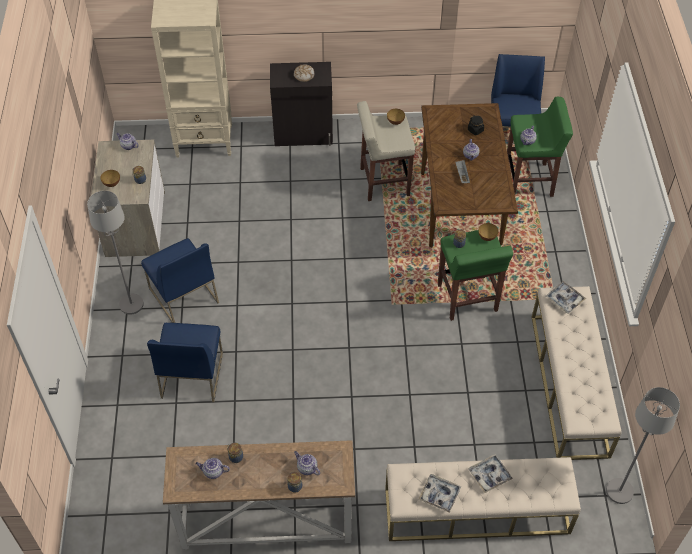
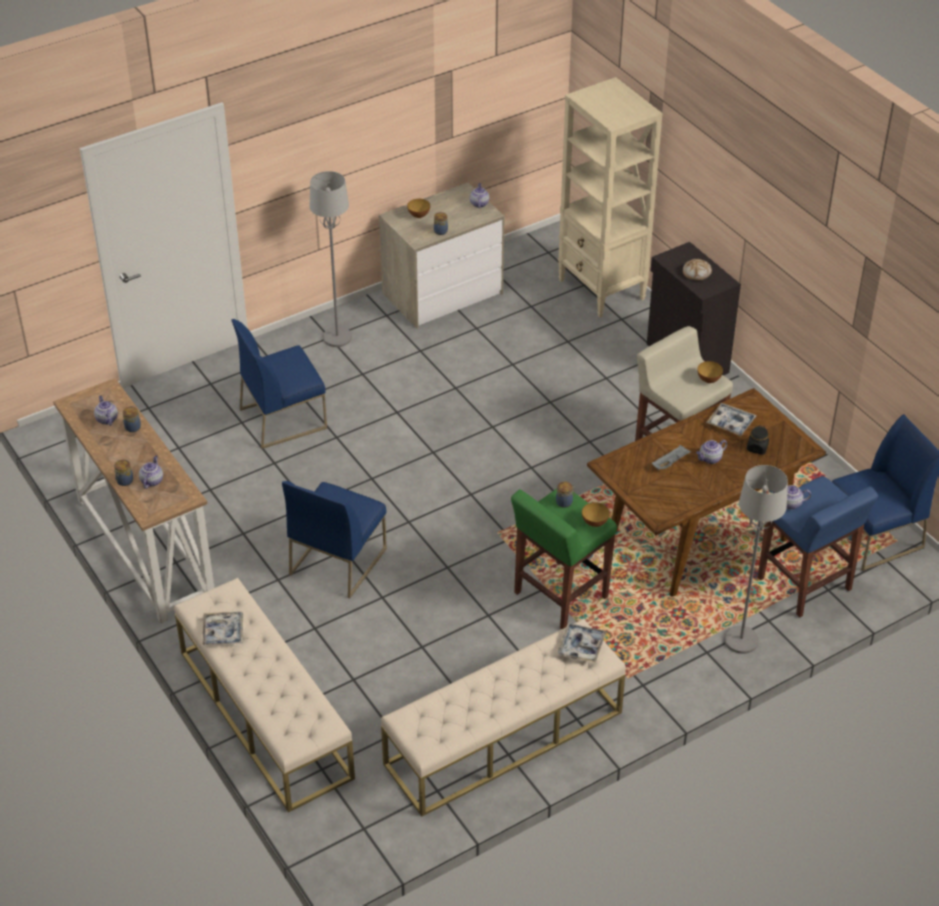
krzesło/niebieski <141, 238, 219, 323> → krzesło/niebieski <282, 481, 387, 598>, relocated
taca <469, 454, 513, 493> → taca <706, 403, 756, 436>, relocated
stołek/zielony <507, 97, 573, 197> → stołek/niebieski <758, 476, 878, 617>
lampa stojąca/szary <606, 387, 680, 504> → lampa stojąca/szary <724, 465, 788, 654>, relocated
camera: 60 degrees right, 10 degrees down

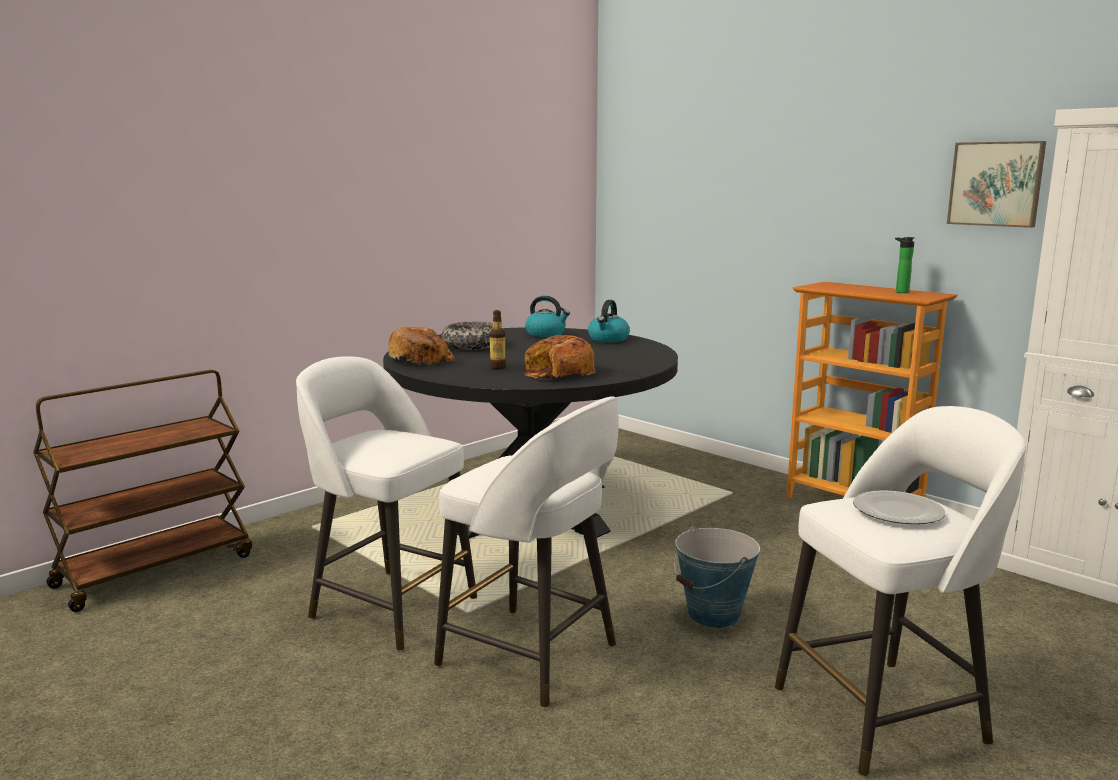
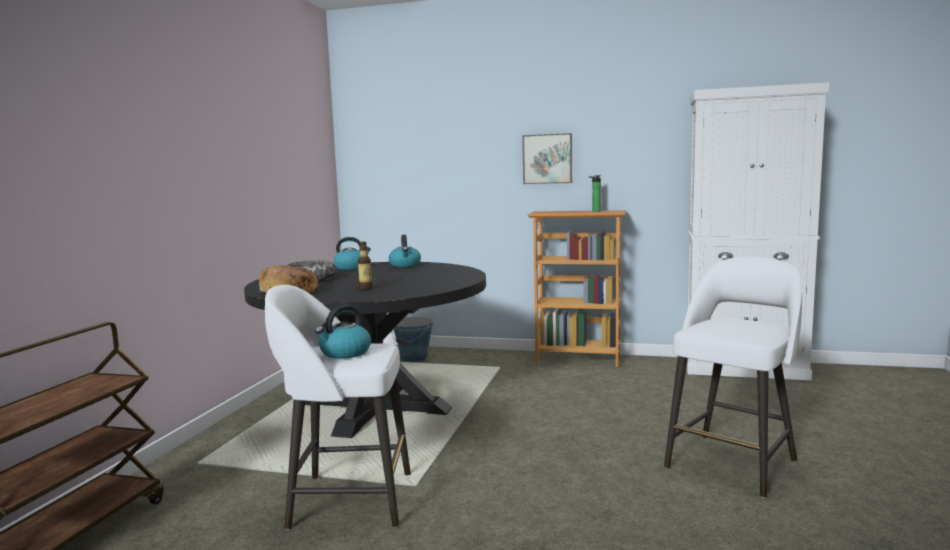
stołek/biały <434, 396, 619, 708> → -
chleb <523, 335, 596, 379> → -
wiadro <674, 526, 760, 628> → wiadro <392, 317, 433, 362>, relocated
talerz <853, 490, 945, 524> → -
obraz <947, 141, 1046, 228> → obraz <522, 133, 572, 184>, relocated
- → czajnik <315, 305, 371, 359>
camera: 30 degrees left, 5 degrees down

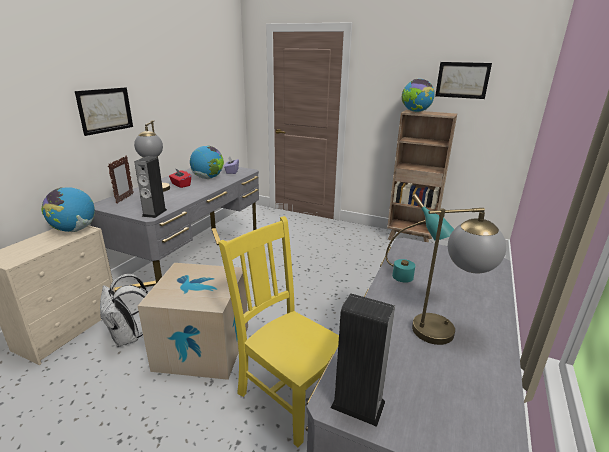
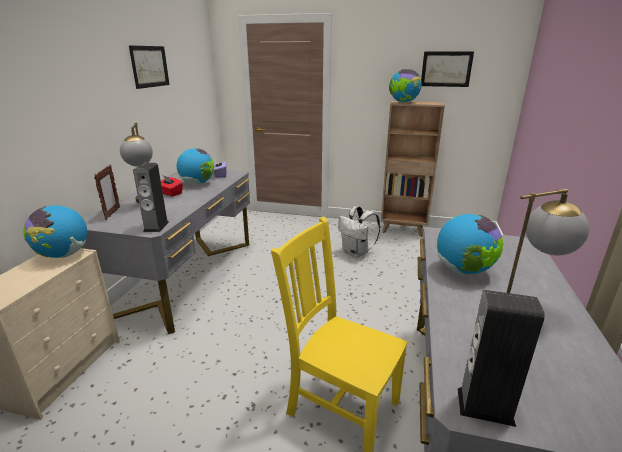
obraz <75, 87, 133, 136> → obraz <129, 45, 169, 89>, relocated
plecak/biały <100, 274, 148, 347> → plecak/biały <338, 206, 380, 257>, relocated
karton <138, 263, 248, 380> → -
lampa stołowa/turkusowy <386, 194, 454, 283> → globus <437, 214, 503, 274>
camera: 10 degrees left, 0 degrees up

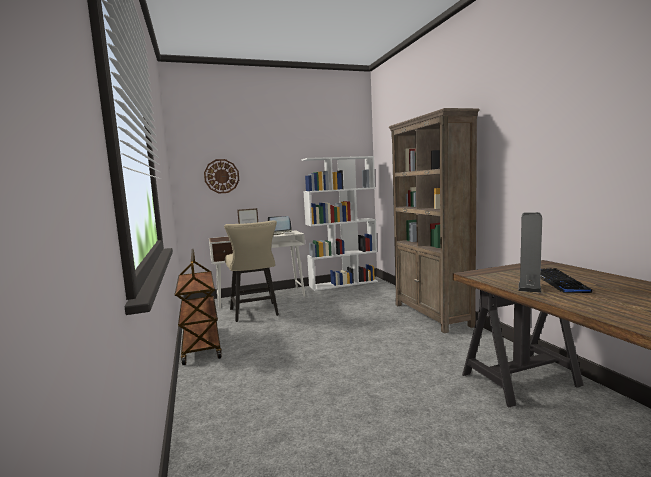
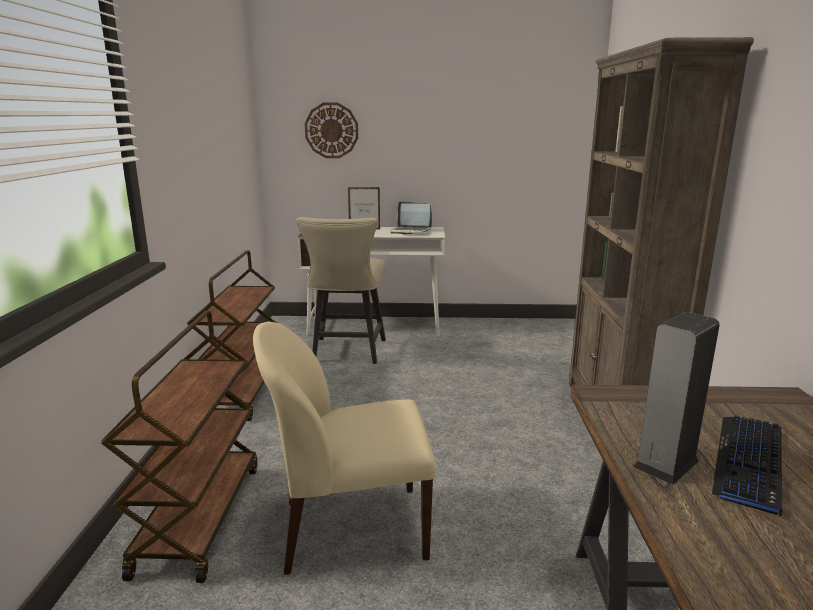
regał/biały <302, 156, 378, 291> → -
- → wózek/brązowy <101, 311, 258, 583>
- → krzesło/beżowy <253, 322, 436, 575>
camera: 20 degrees right, 10 degrees up

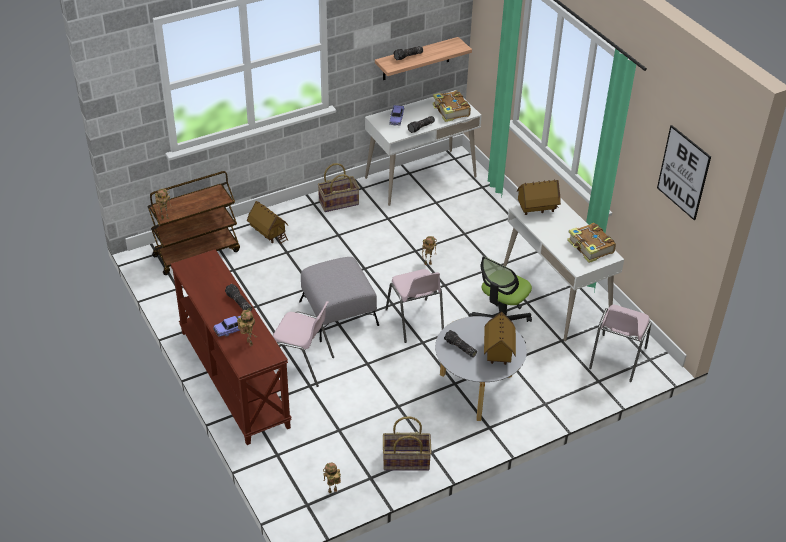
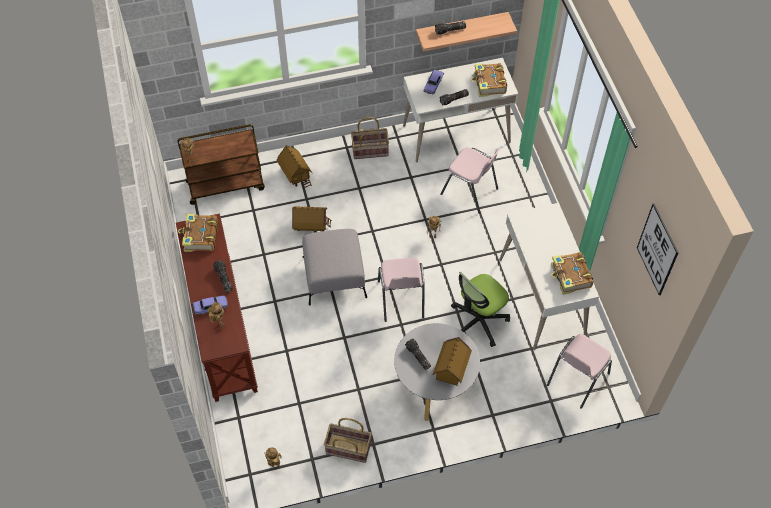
krzesło/różowy <273, 301, 334, 387> → krzesło/różowy <440, 147, 500, 214>, relocated
domek <517, 179, 561, 215> → domek <292, 206, 332, 232>, relocated
- → książka <178, 214, 218, 252>
camera: 15 degrees right, 15 degrees up

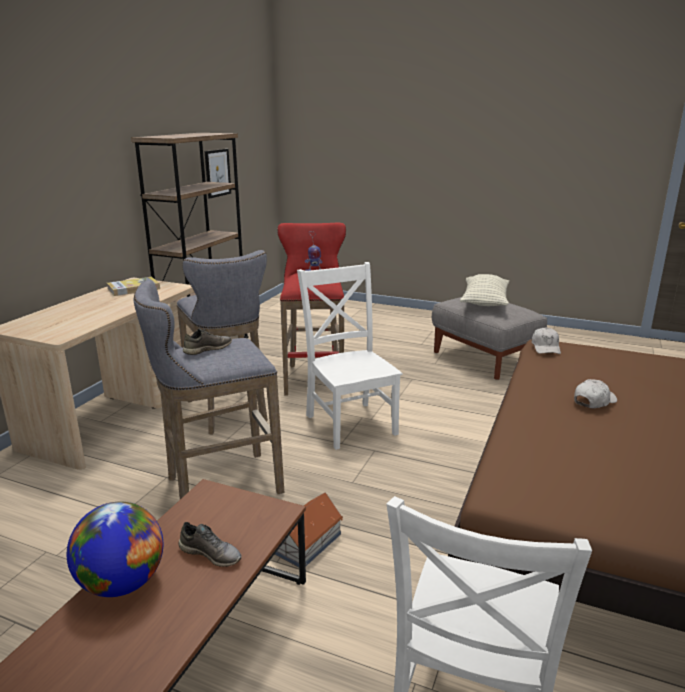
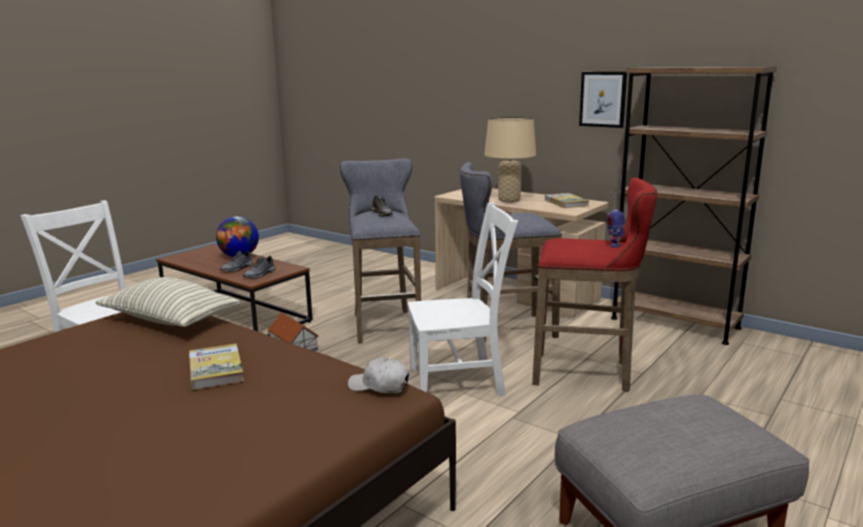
obraz <205, 149, 231, 198> → obraz <579, 72, 627, 128>, relocated
poduszka <460, 274, 509, 306> → poduszka <95, 277, 241, 327>, relocated
czapka z daszkiem/biały <574, 379, 617, 408> → książka <189, 344, 244, 390>
- → but/szary <243, 256, 275, 278>
- → lampa stołowa/beżowy <484, 117, 536, 203>
camera: 105 degrees right, 5 degrees down

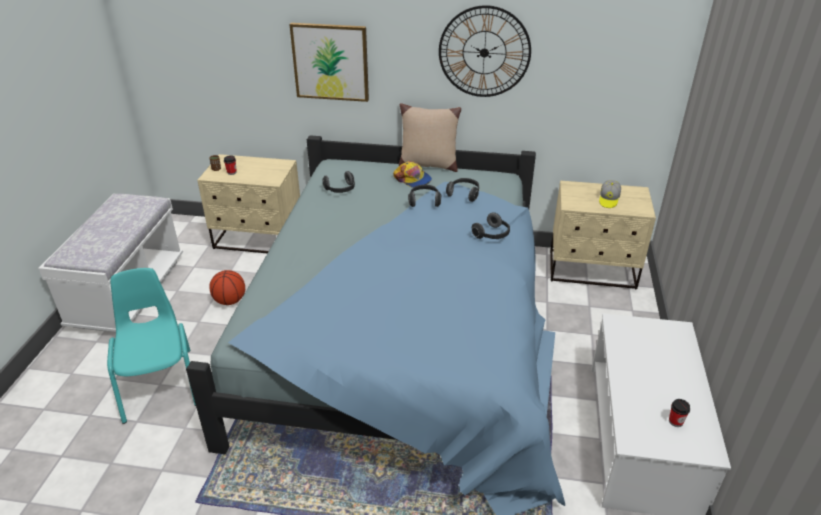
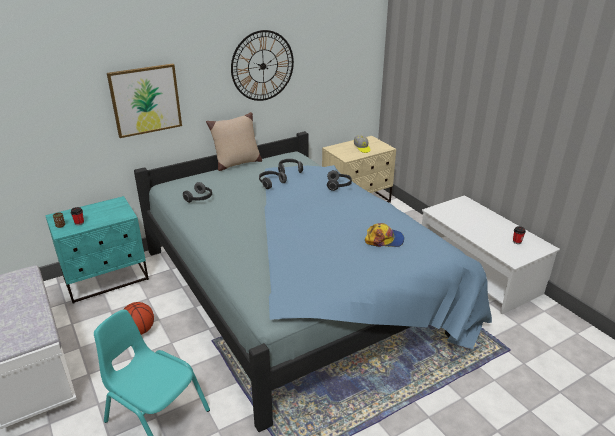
szafka nocna/beżowy <197, 154, 300, 253> → szafka nocna/turkusowy <45, 196, 149, 304>
czapka z daszkiem <393, 161, 432, 188> → czapka z daszkiem <365, 223, 404, 247>, relocated
camera: 40 degrees left, 5 degrees down

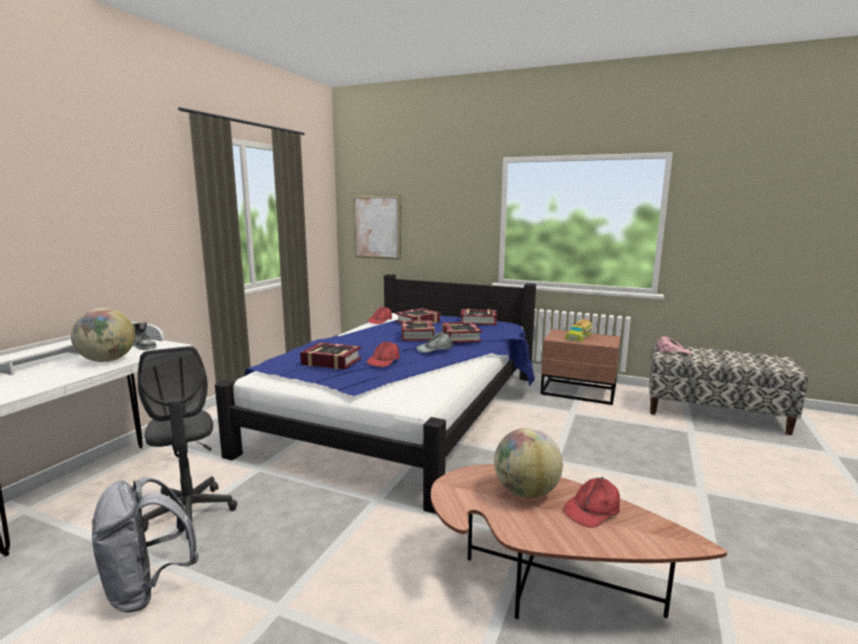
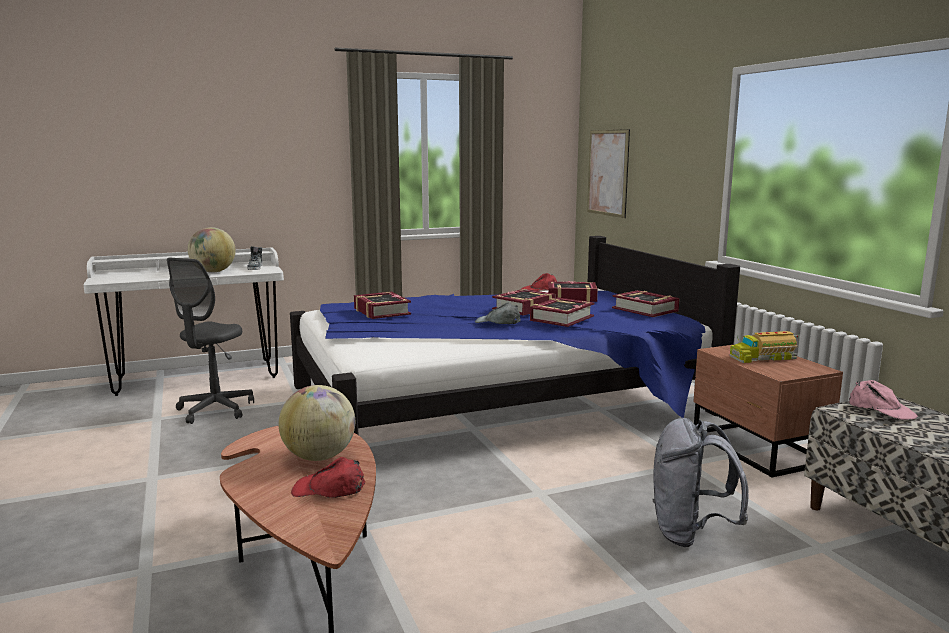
plecak/szary <92, 477, 199, 612> → plecak/szary <653, 418, 749, 547>, relocated
czapka z daszkiem/czerwony <367, 341, 400, 367> → -
camera: 45 degrees right, 0 degrees up

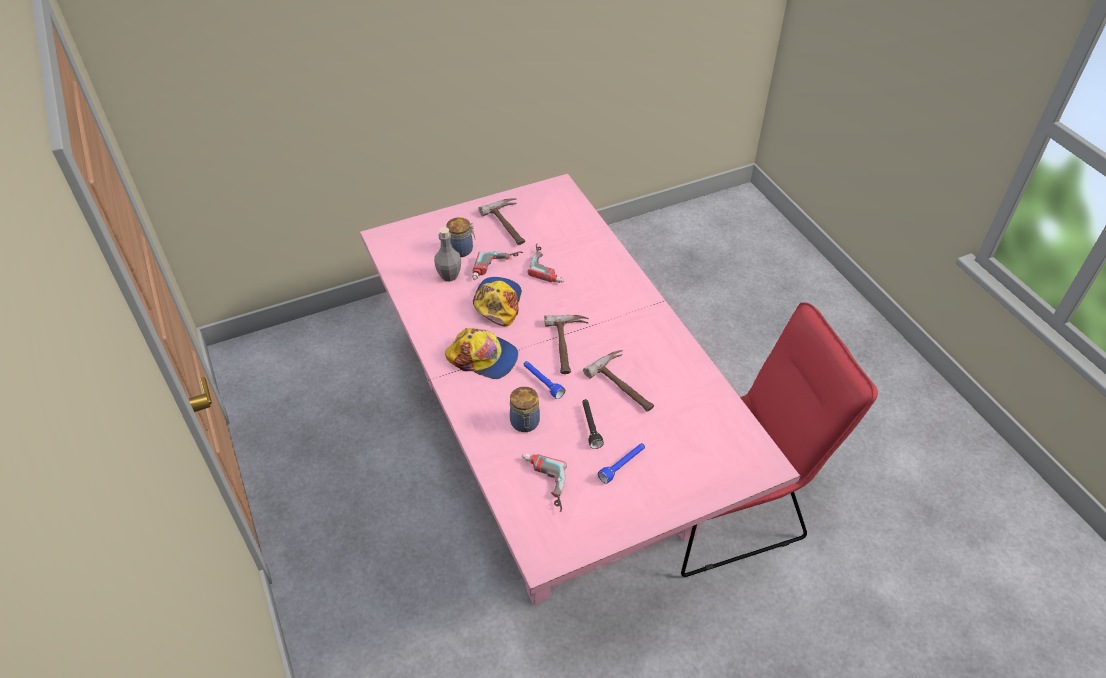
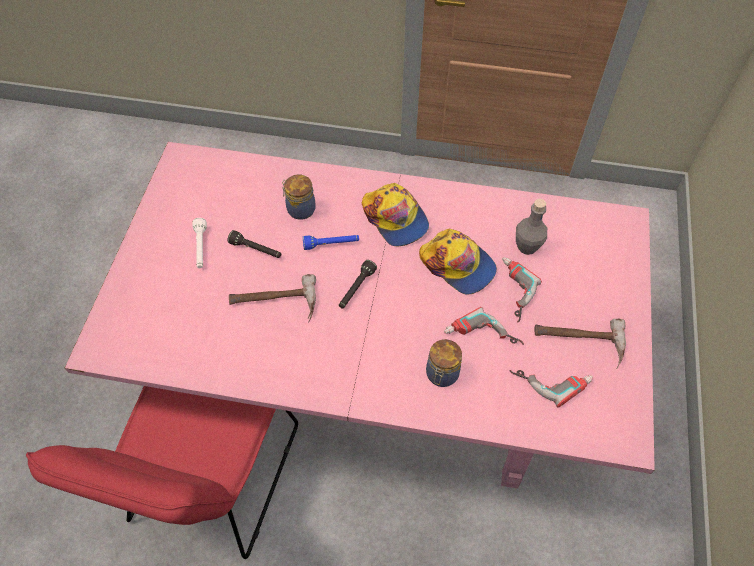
czapka z daszkiem <445, 328, 518, 379> → czapka z daszkiem <361, 183, 429, 247>, 90 degrees counterclockwise
słoik <446, 217, 475, 257> → słoik <426, 339, 462, 387>, relocated
wiertarka <522, 454, 567, 512> → wiertarka <509, 370, 593, 408>, relocated
młotek <544, 315, 589, 374> → latarka/czarny <339, 260, 377, 309>
latarka/niebieski <598, 443, 645, 484> → latarka/biały <192, 218, 207, 268>
camera: 125 degrees right, 10 degrees up

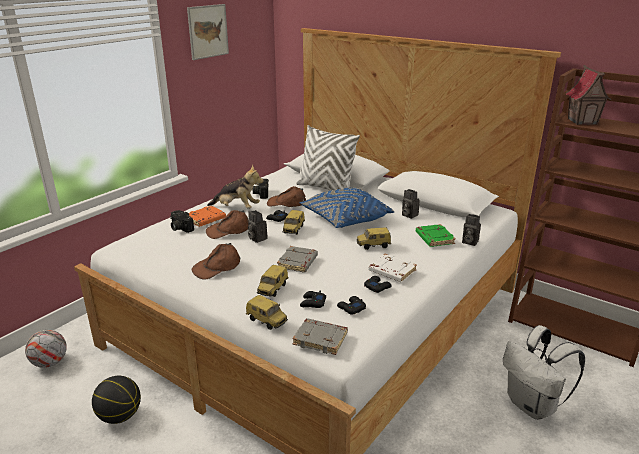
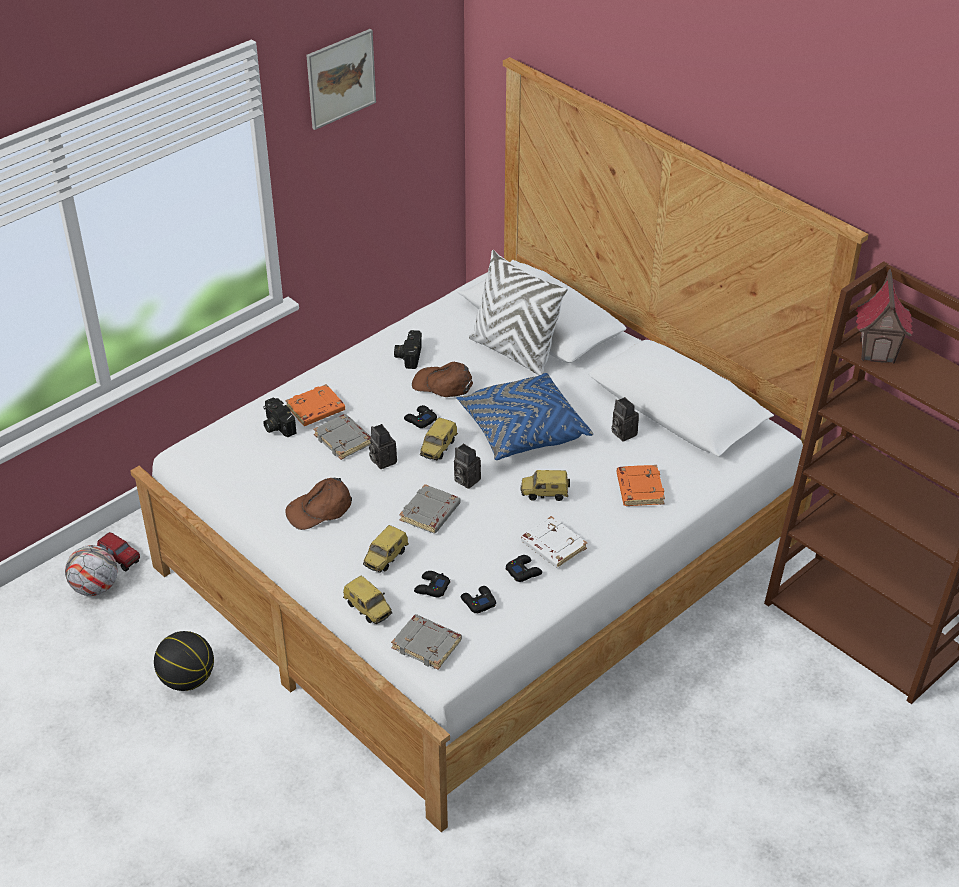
czapka z daszkiem/brązowy <206, 210, 248, 239> → książka/szary <313, 414, 371, 460>
pluszak <207, 165, 264, 209> → -
książka/zielony <416, 224, 456, 247> → książka/pomarańczowy <617, 465, 665, 506>
aparat fotograficzny <462, 214, 481, 246> → aparat fotograficzny <454, 443, 481, 489>, relocated
plecak/biały <503, 325, 585, 420> → -
- → ciężarówka zabawkowa <97, 532, 140, 571>
camera: 10 degrees right, 15 degrees up

